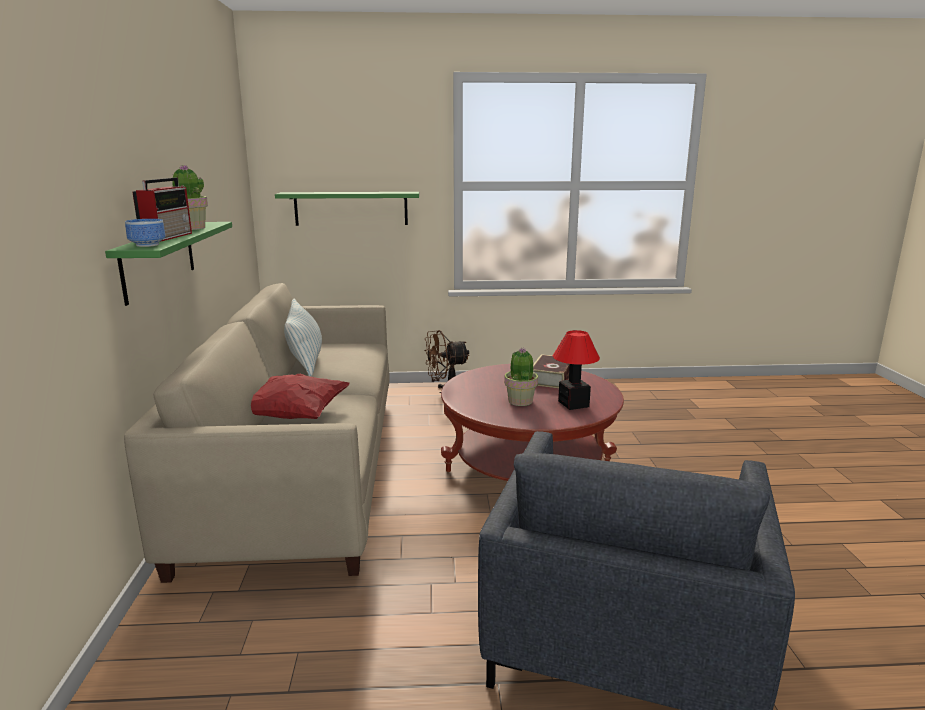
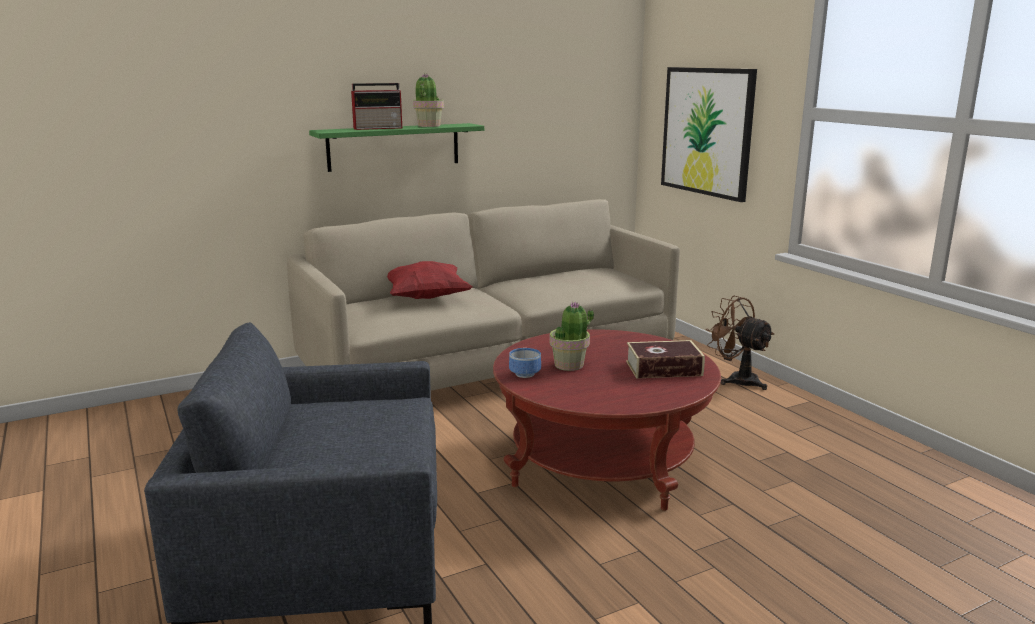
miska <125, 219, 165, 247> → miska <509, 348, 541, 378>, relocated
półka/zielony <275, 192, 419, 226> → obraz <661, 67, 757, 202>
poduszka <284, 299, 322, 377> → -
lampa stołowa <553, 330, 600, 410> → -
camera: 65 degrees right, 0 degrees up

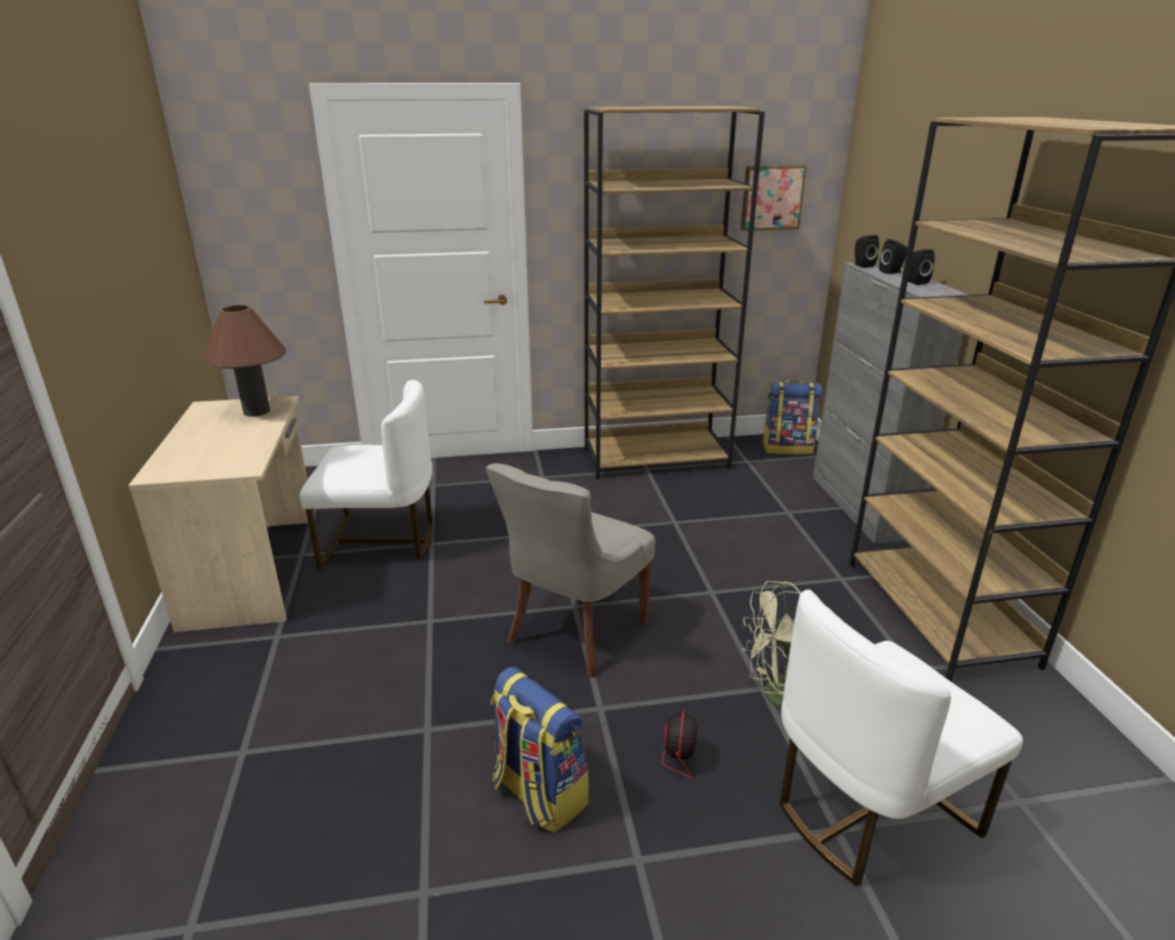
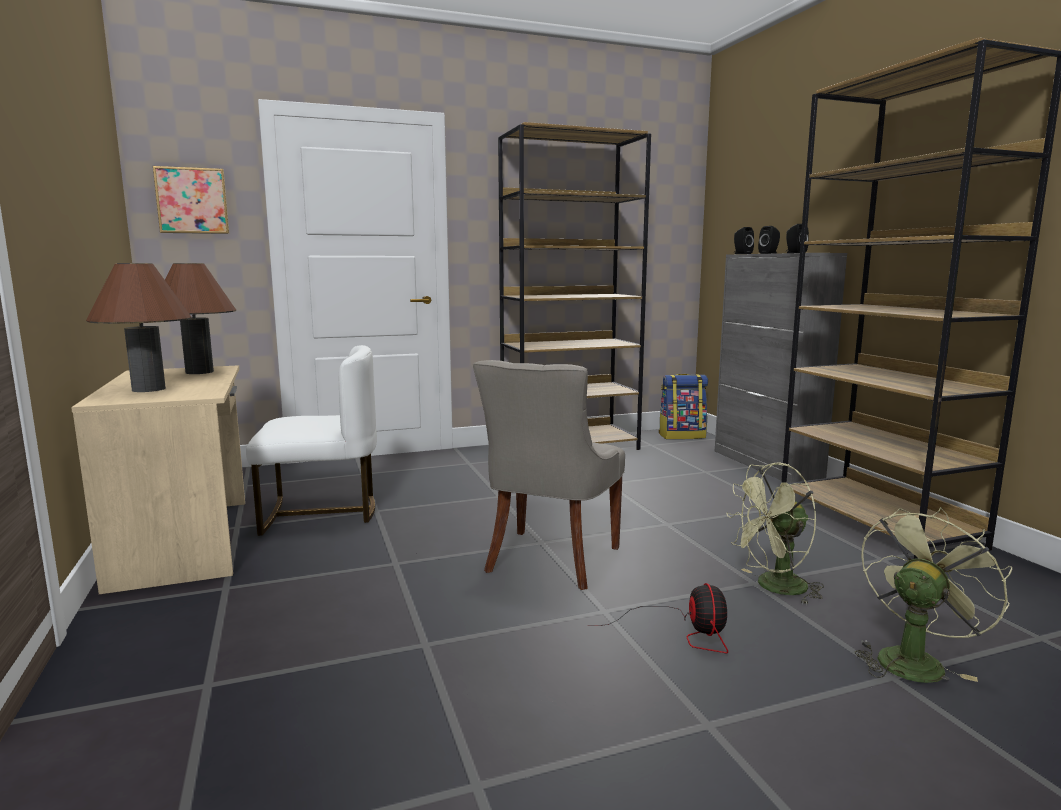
plecak <491, 667, 589, 833> → -
obraz <741, 165, 807, 231> → obraz <153, 166, 229, 234>, relocated
krzesło/biały <780, 590, 1023, 887> → wentylator/zielony <855, 507, 1012, 683>
- → lampa stołowa/brązowy <86, 263, 191, 392>
camera: 10 degrees left, 15 degrees down

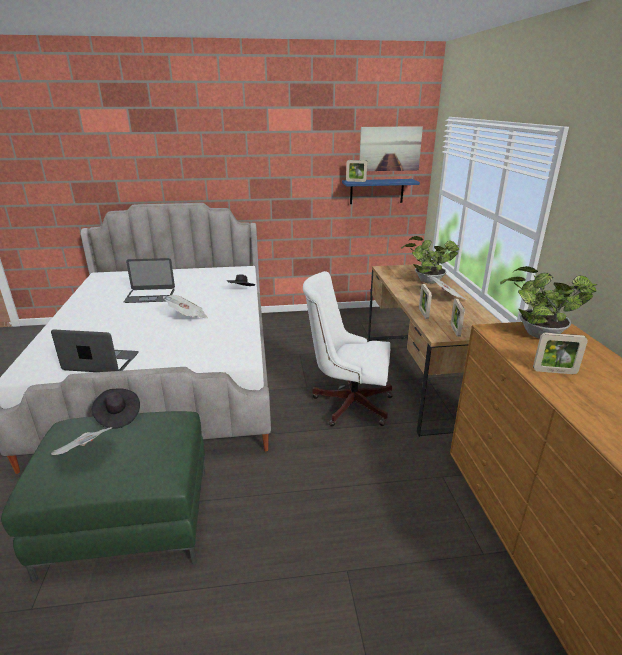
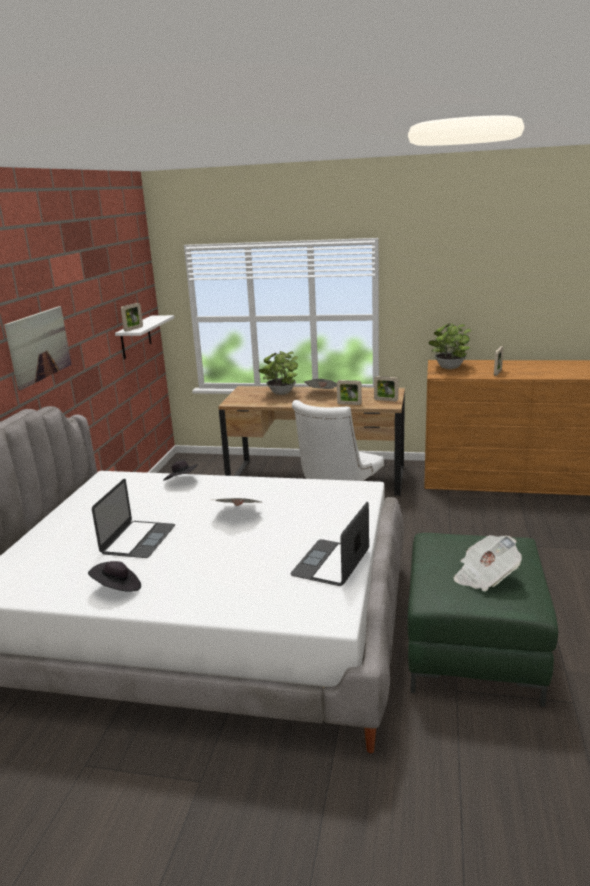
kapelusz/czarny <92, 389, 140, 429> → kapelusz/czarny <88, 561, 141, 592>, relocated
półka/niebieski <342, 179, 420, 204> → półka/biały <115, 315, 175, 359>
obraz <359, 126, 423, 171> → obraz <4, 306, 71, 390>, relocated
camera: 70 degrees left, 5 degrees down

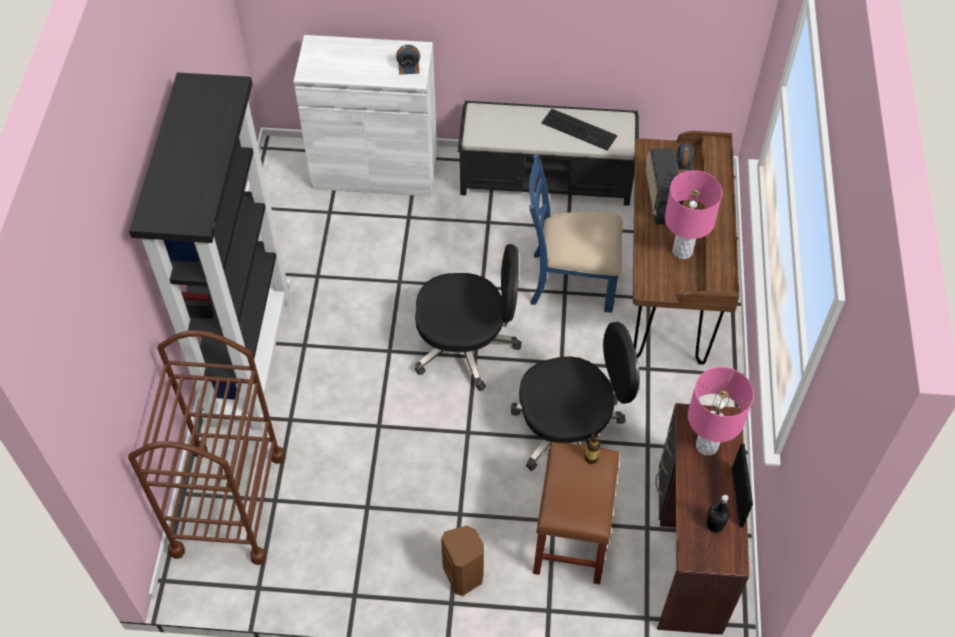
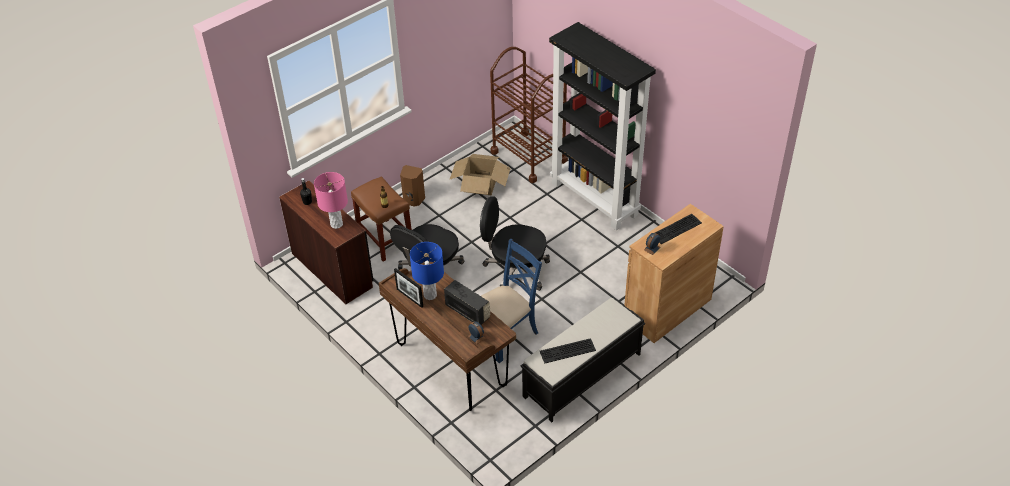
szafka/biały <294, 35, 437, 197> → szafka/brązowy <624, 204, 724, 343>
krzesło biurowe/czarny <415, 244, 522, 391> → krzesło biurowe/czarny <480, 196, 550, 291>, 60 degrees clockwise
lampa stołowa/różowy <665, 170, 723, 259> → lampa stołowa/niebieski <410, 242, 444, 300>
ramka na zdjęcie <732, 444, 753, 527> → ramka na zdjęcie <394, 268, 423, 308>, relocated
- → karton <449, 154, 511, 195>
- → klawiatura <655, 214, 702, 244>
camera: 135 degrees right, 10 degrees down

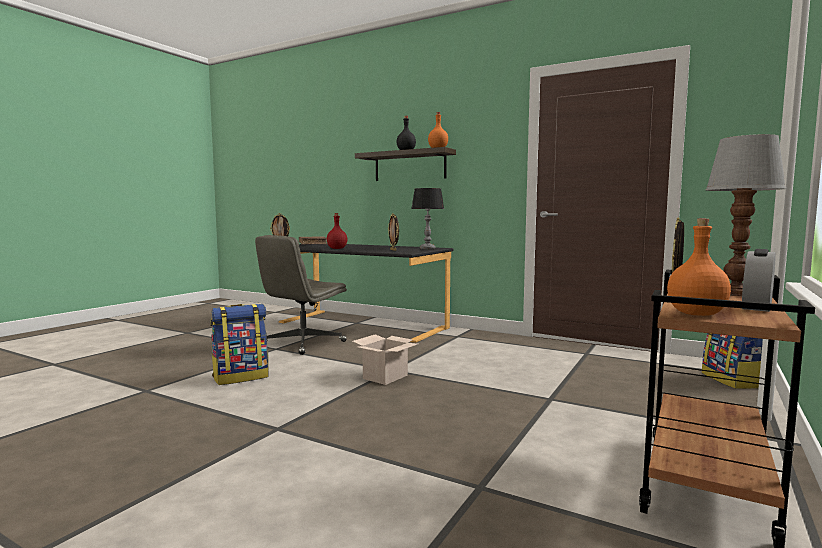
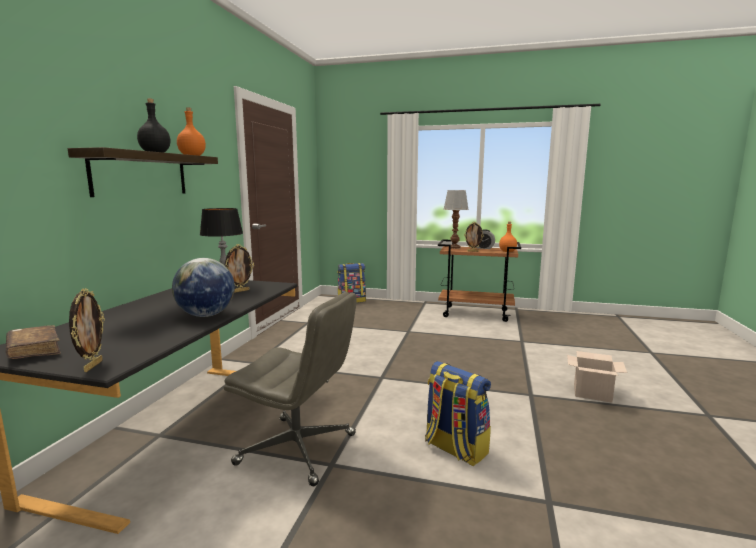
butelka/czerwony <327, 213, 347, 249> → globus <172, 258, 235, 317>
karton <352, 334, 418, 385> → karton <567, 351, 627, 403>, relocated
camera: 105 degrees left, 5 degrees up

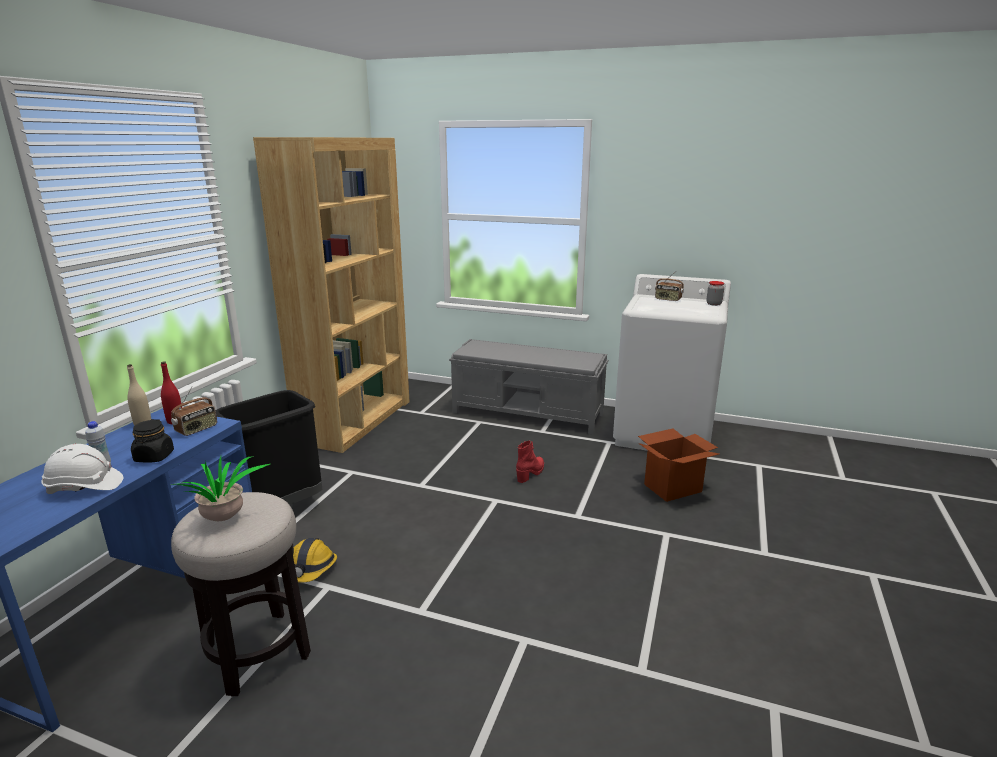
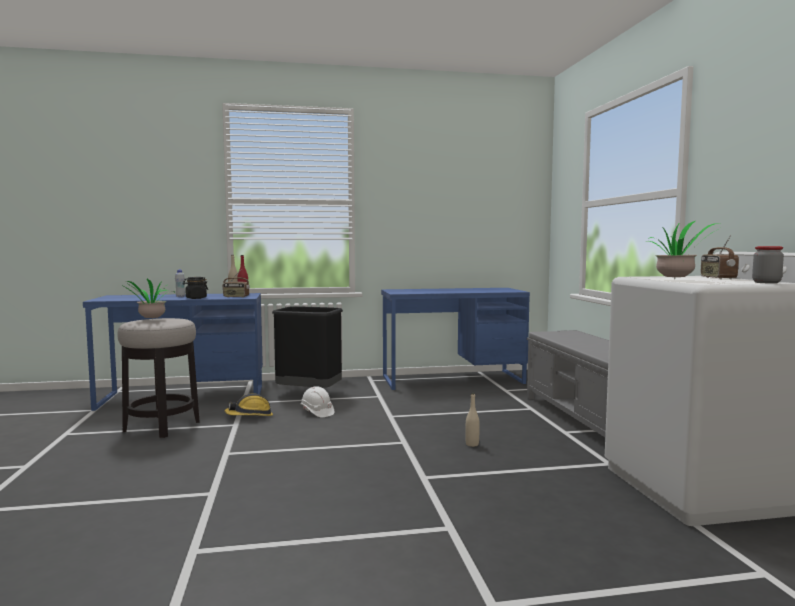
kask/biały <41, 444, 123, 494> → kask/biały <300, 386, 334, 417>, relocated
regał/brązowy <253, 137, 410, 453> → biurko/niebieski <381, 288, 530, 390>
but z cholewką/czerwony <516, 440, 544, 483> → butelka/beżowy <465, 393, 480, 447>
karton <638, 429, 719, 502> → -
- → roślina doniczkowa <644, 221, 720, 279>
camera: 60 degrees right, 15 degrees down

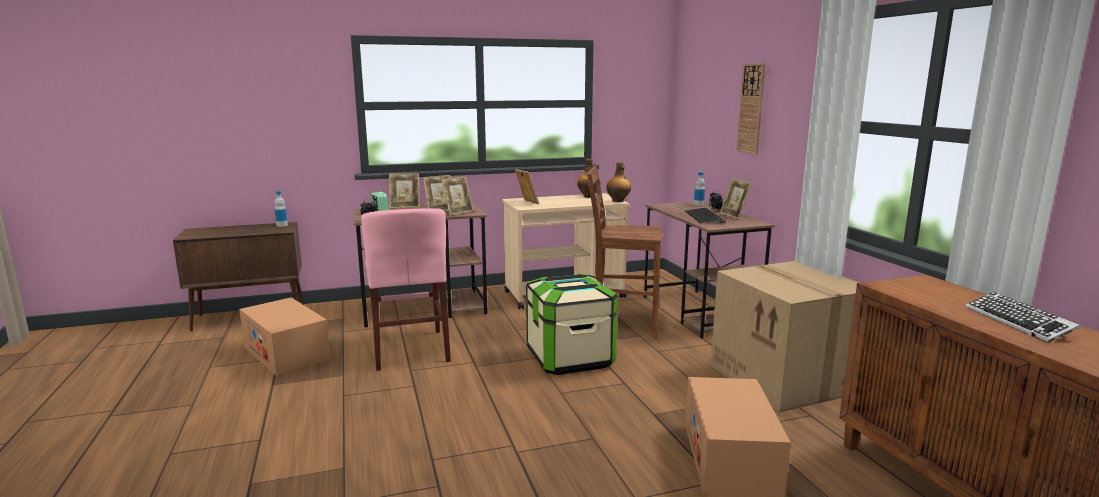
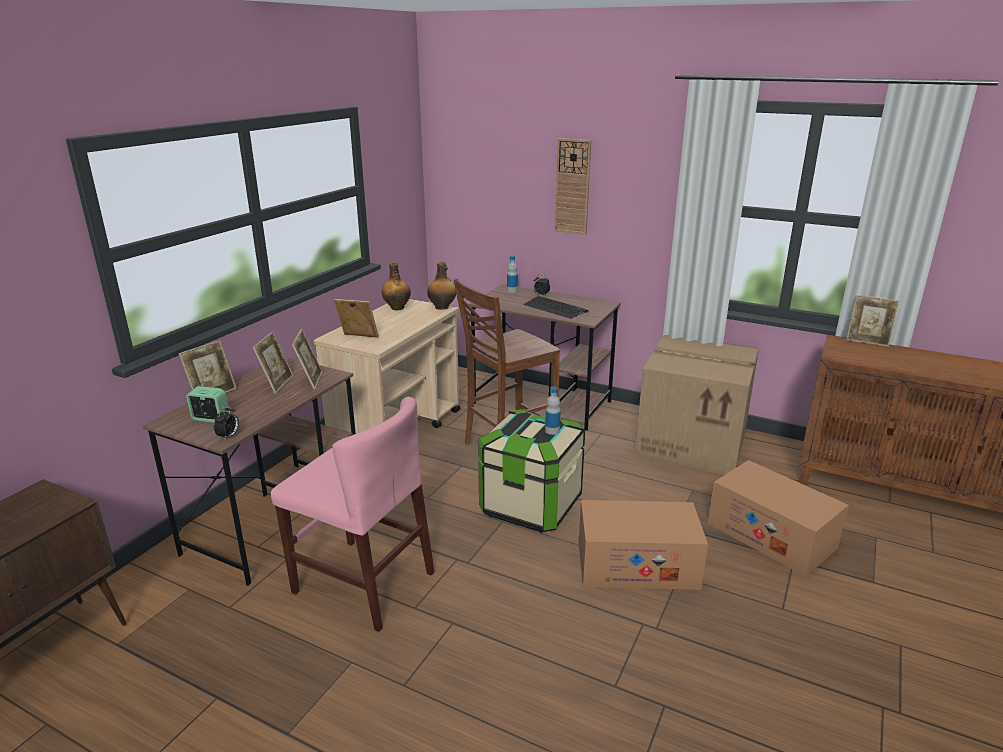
karton <239, 297, 331, 376> → karton <579, 500, 708, 590>, relocated
butelka <274, 191, 288, 227> → butelka <545, 386, 561, 435>, relocated
ramka na zdjęcie <720, 178, 752, 219> → ramka na zdjęcie <846, 295, 900, 347>, relocated
klawiatura <965, 292, 1080, 343> → -
camera: 45 degrees left, 10 degrees up

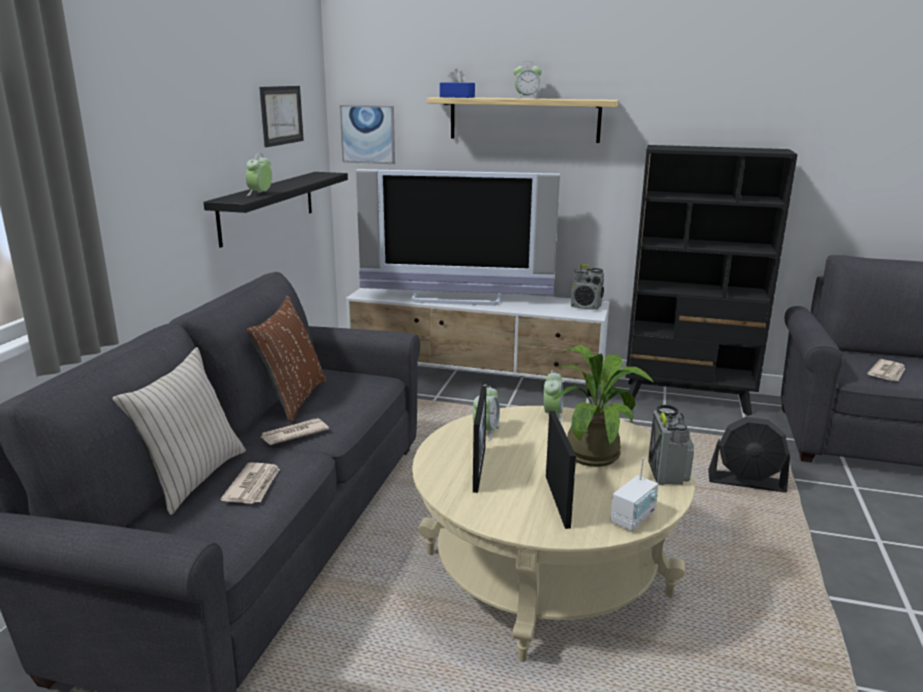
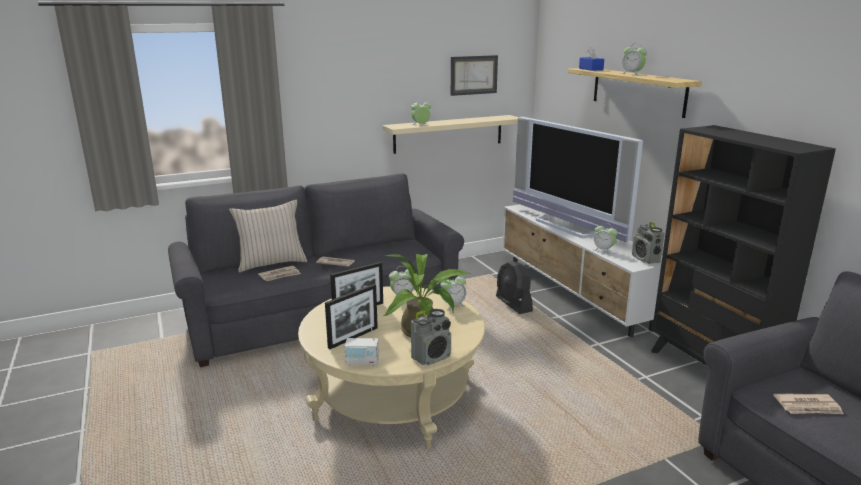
półka/czarny <203, 172, 348, 248> → półka/beżowy <382, 115, 518, 154>
poduszka/brązowy <246, 296, 326, 423> → -
obraz <340, 105, 395, 164> → -
wentylator/czarny <708, 417, 790, 493> → wentylator/czarny <496, 261, 533, 314>, relocated
- → budzik <594, 223, 618, 254>
camera: 50 degrees right, 0 degrees up

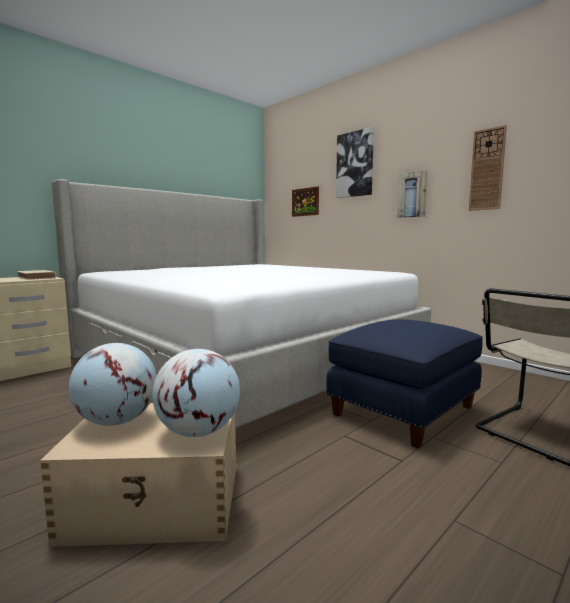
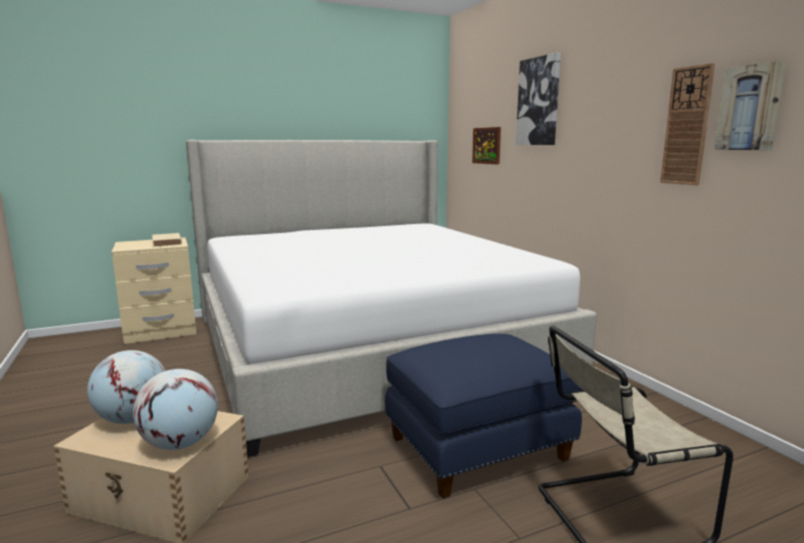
obraz <397, 171, 428, 218> → obraz <714, 61, 786, 150>, relocated
camera: 20 degrees right, 5 degrees up

